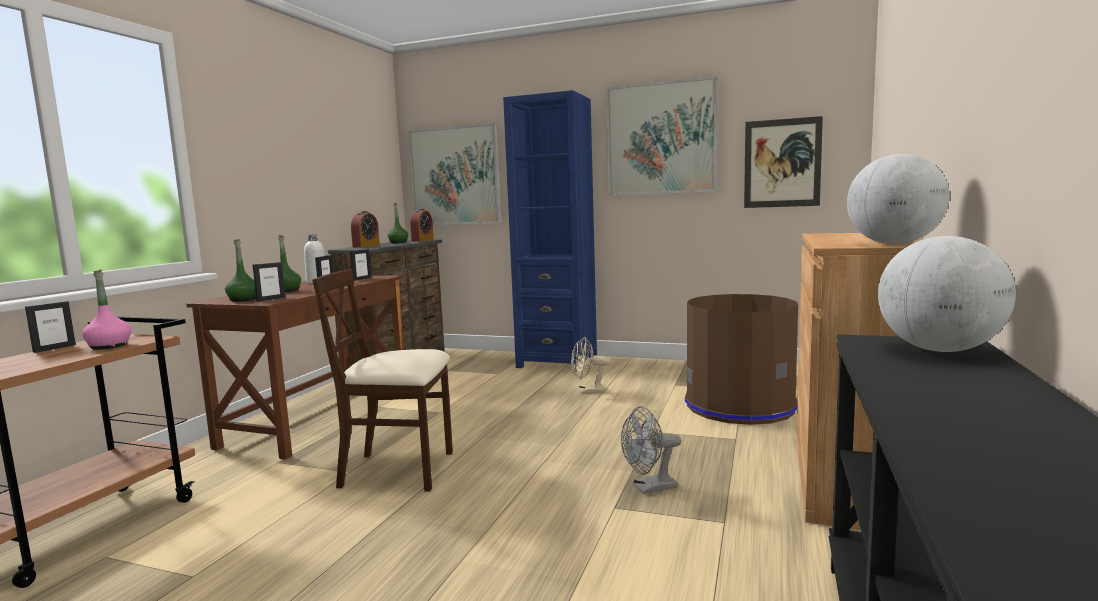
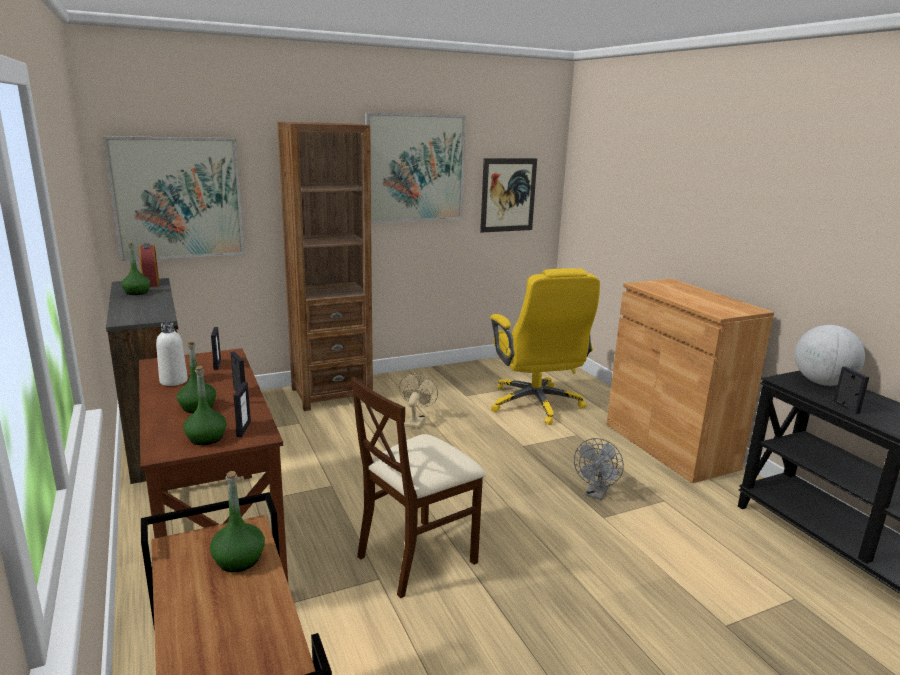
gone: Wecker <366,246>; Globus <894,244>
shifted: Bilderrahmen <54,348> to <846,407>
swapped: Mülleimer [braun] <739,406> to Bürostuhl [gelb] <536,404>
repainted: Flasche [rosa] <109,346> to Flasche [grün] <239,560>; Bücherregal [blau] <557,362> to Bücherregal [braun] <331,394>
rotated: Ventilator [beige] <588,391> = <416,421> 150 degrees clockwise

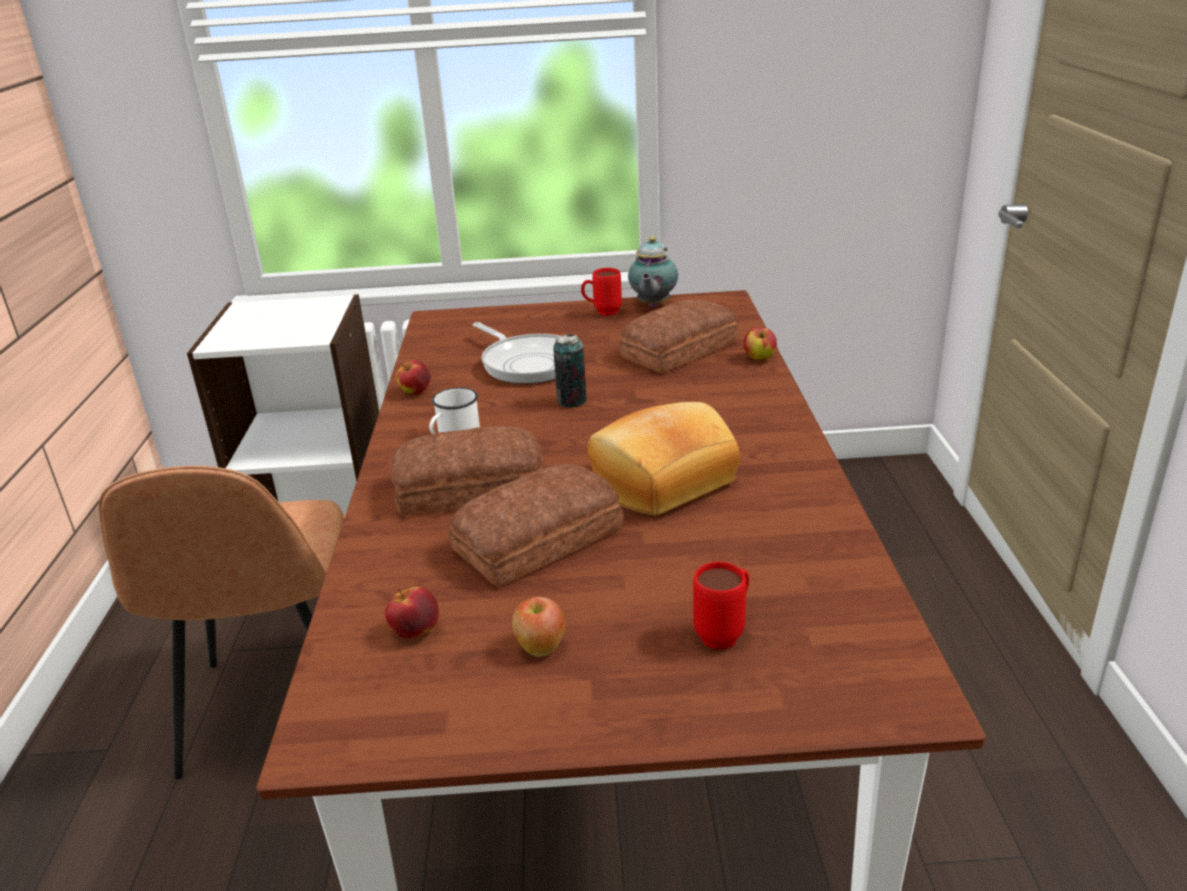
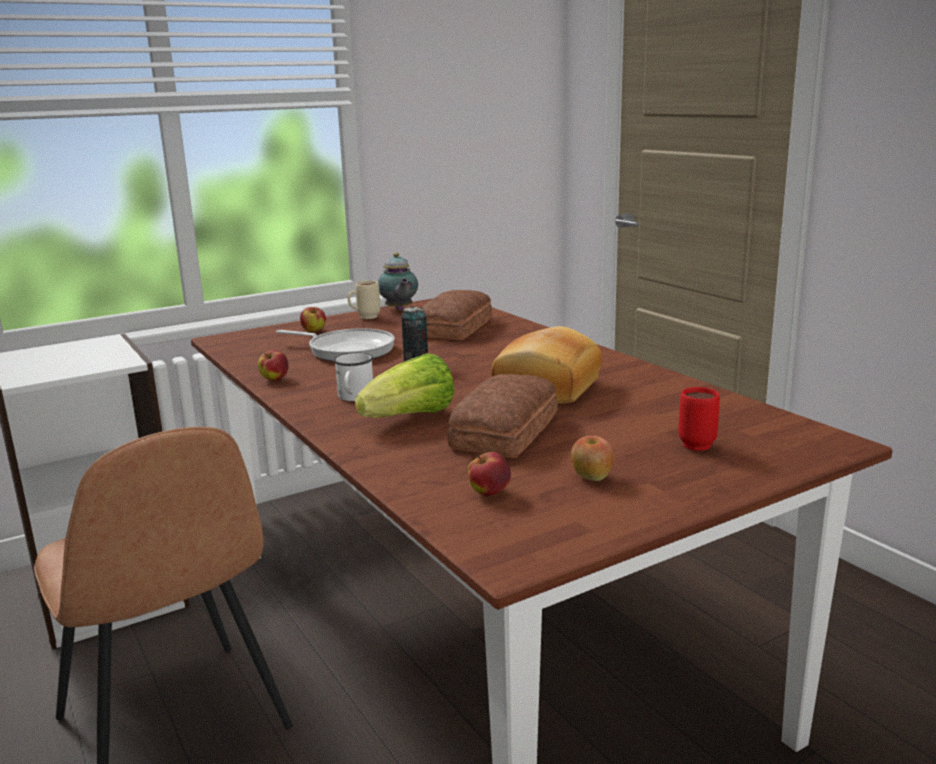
shifted: Apfel <759,358> to <314,331>
swapped: Brot <472,488> to Salatkopf <411,418>
repainted: Henkelbecher [rot] <602,312> to Henkelbecher [beige] <364,318>

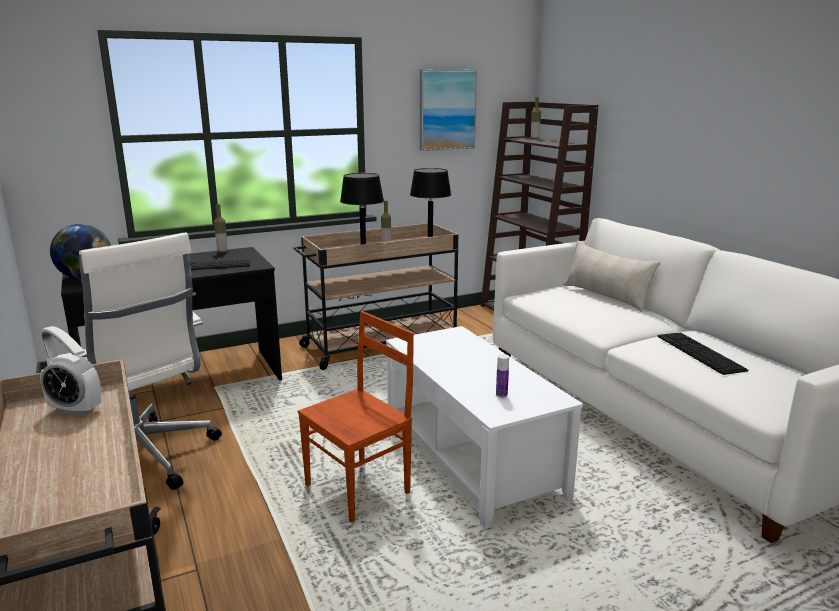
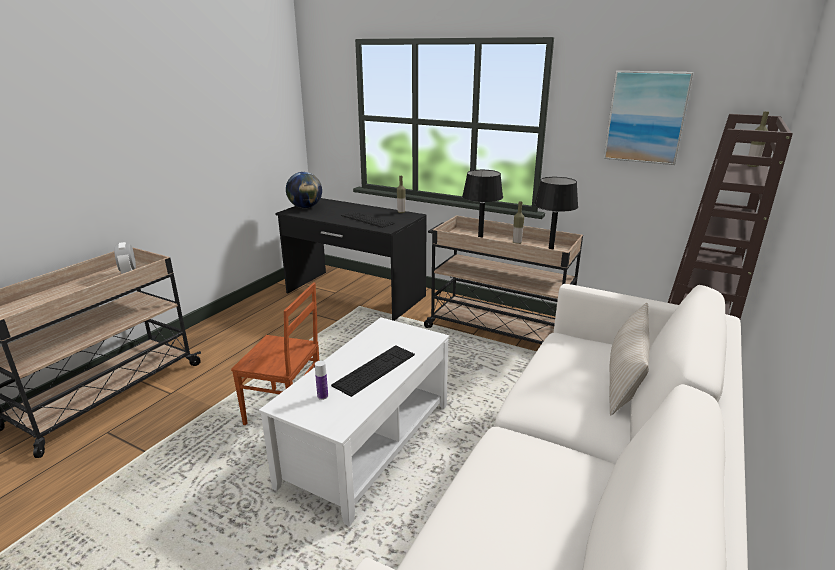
gone: Bürostuhl [weiß] <141,460>
shifted: Tastatur <699,352> to <375,369>

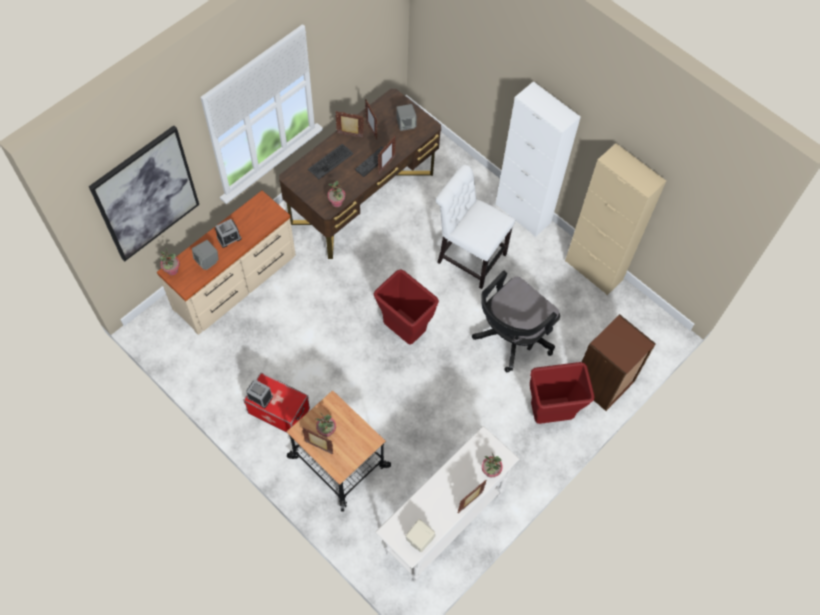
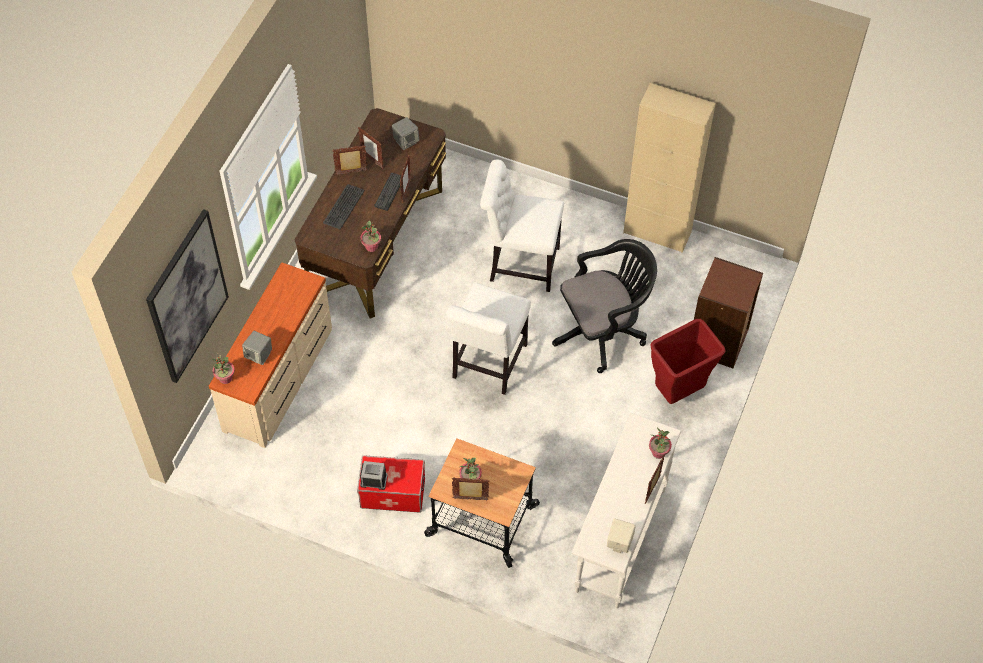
gone: Wecker <229,238>; Schrank [weiß] <523,213>
swapped: Mülleimer [rot] <403,331> to Stuhl [weiß] <487,364>
rotated: Bürostuhl [schwarz] <510,338> = <603,331> 135 degrees counterclockwise

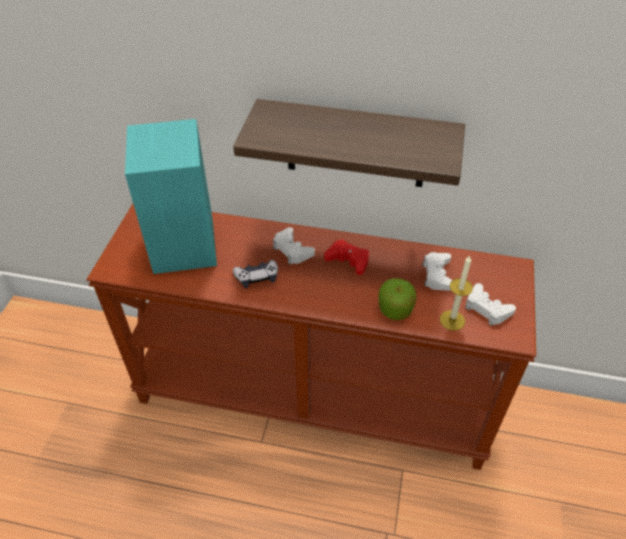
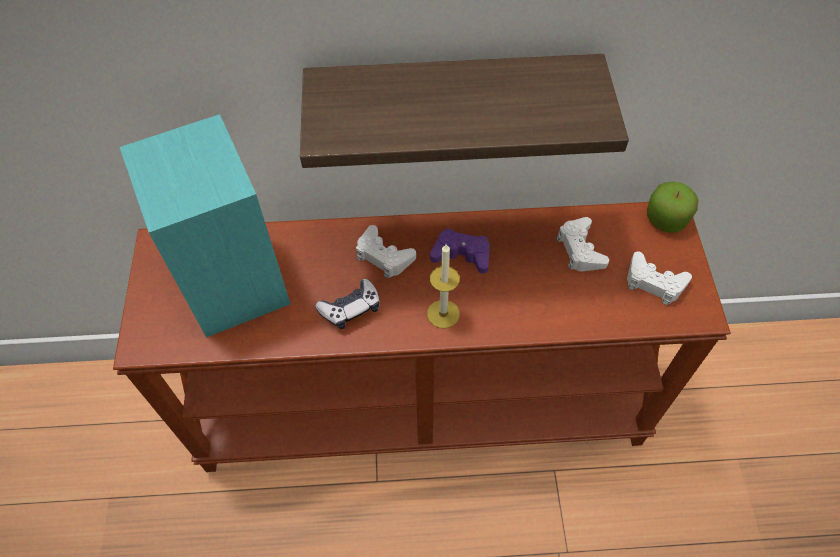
shifted: Kerze <452,320> to <443,314>; Apfel <395,309> to <666,219>
repainted: Gamepad [rot] <348,260> to Gamepad [lila] <461,255>

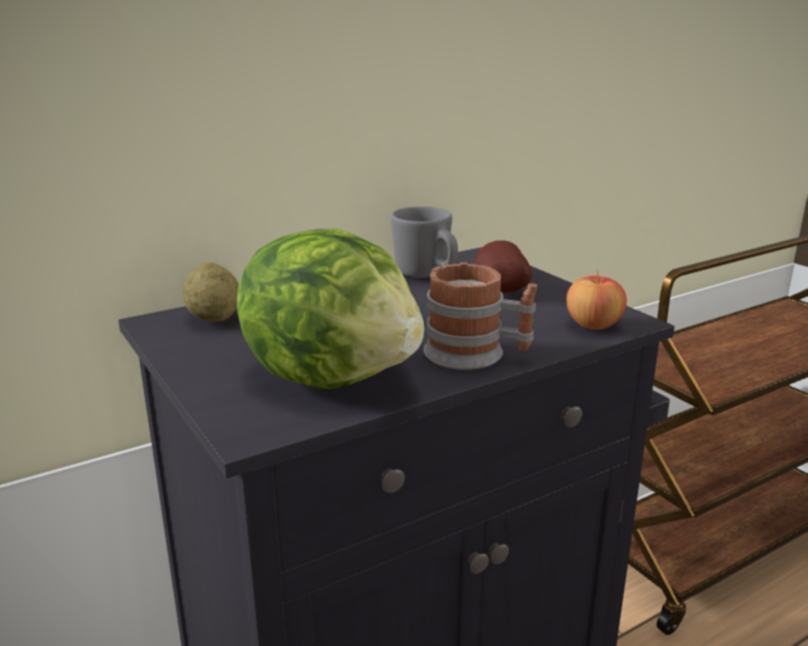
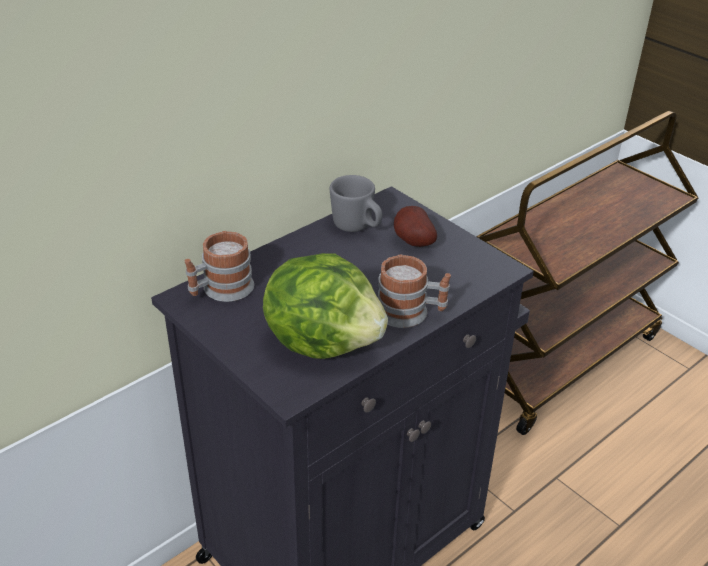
gone: Apfel <593,325>
swapped: Kartoffel <214,318> to Henkelbecher <220,290>

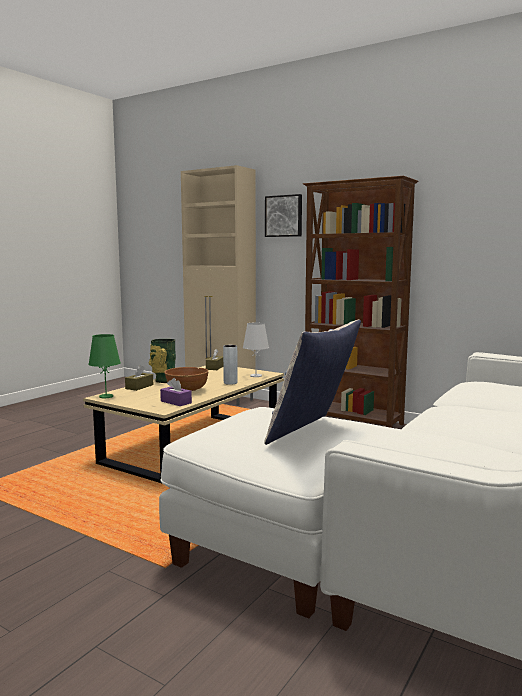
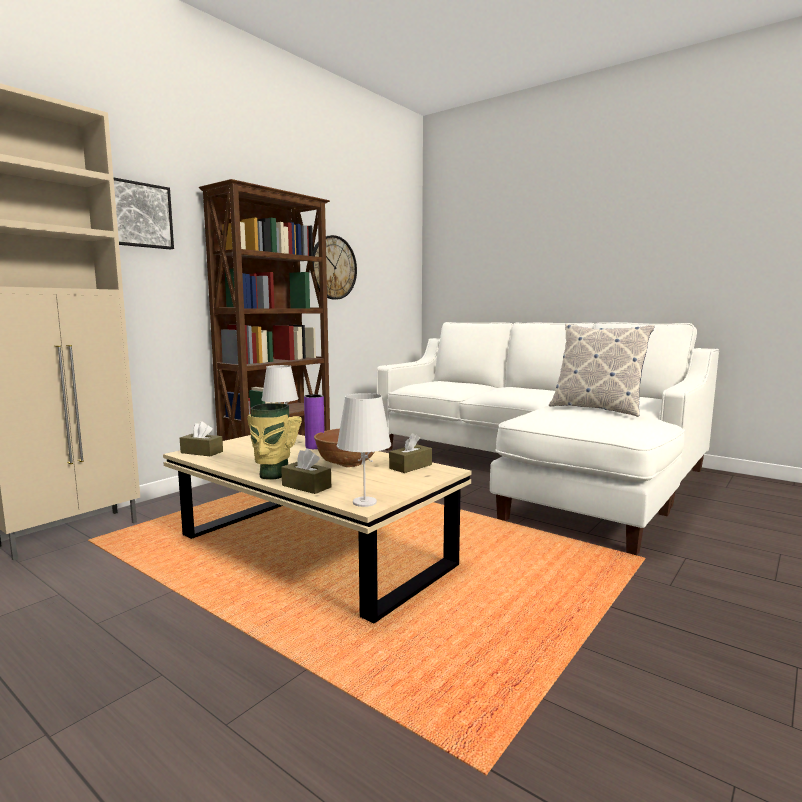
new: Wanduhr <333,267>
repainted: Vase [grau] <230,383> to Vase [lila] <315,447>; Tischlampe [grün] <106,396> to Tischlampe [weiß] <364,502>; Taschentuchbox [lila] <176,402> to Taschentuchbox [braun] <410,466>

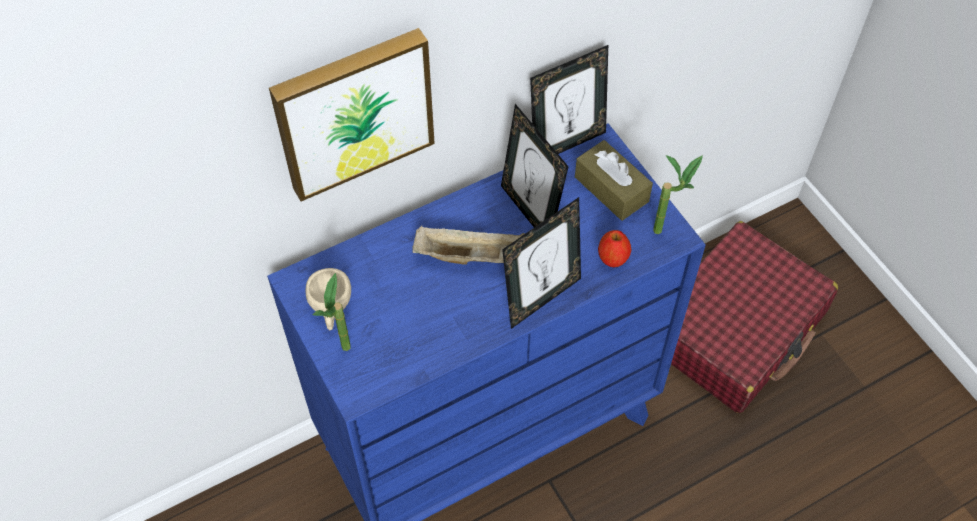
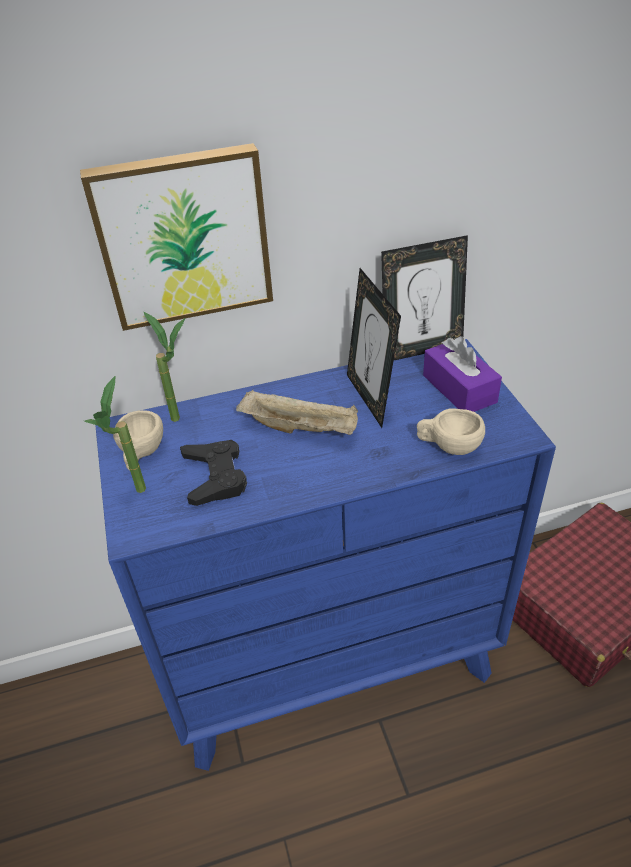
gone: Bilderrahmen <541,298>
new: Gamepad [schwarz] <215,476>
shifted: Topfpflanze <666,230> to <184,419>
swapped: Apfel <612,258> to Tasse [beige] <448,446>
repainted: Taschentuchbox [braun] <611,189> to Taschentuchbox [lila] <459,389>

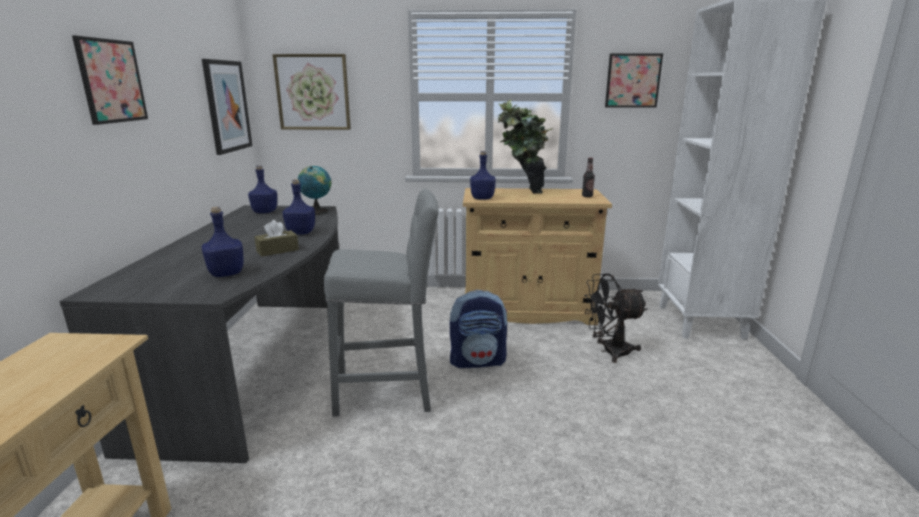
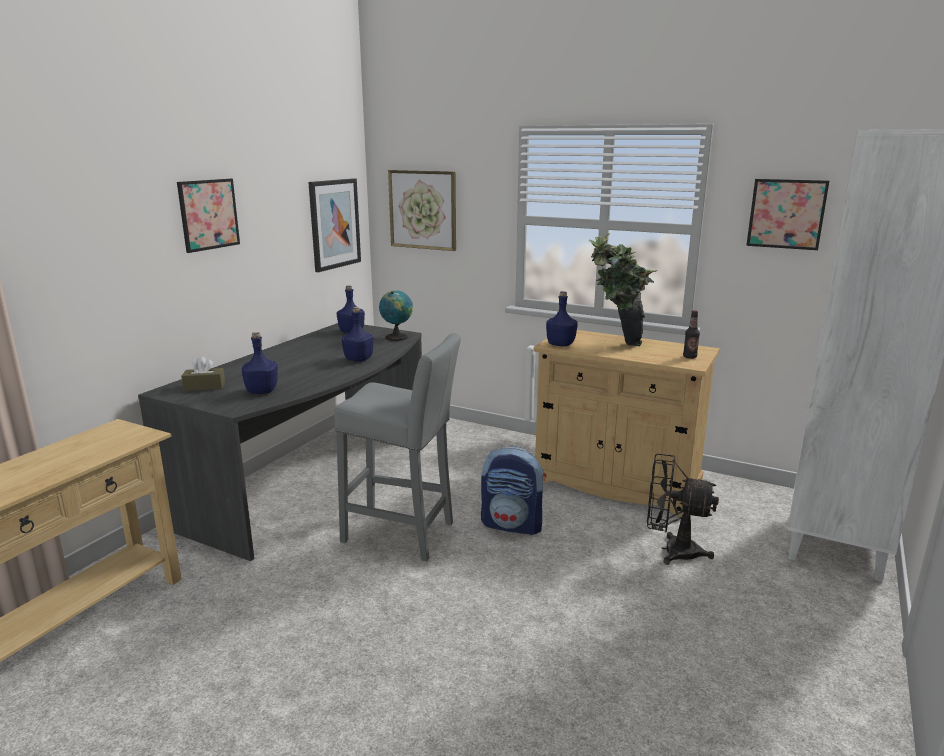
shifted: Taschentuchbox [braun] <277,250> to <204,386>

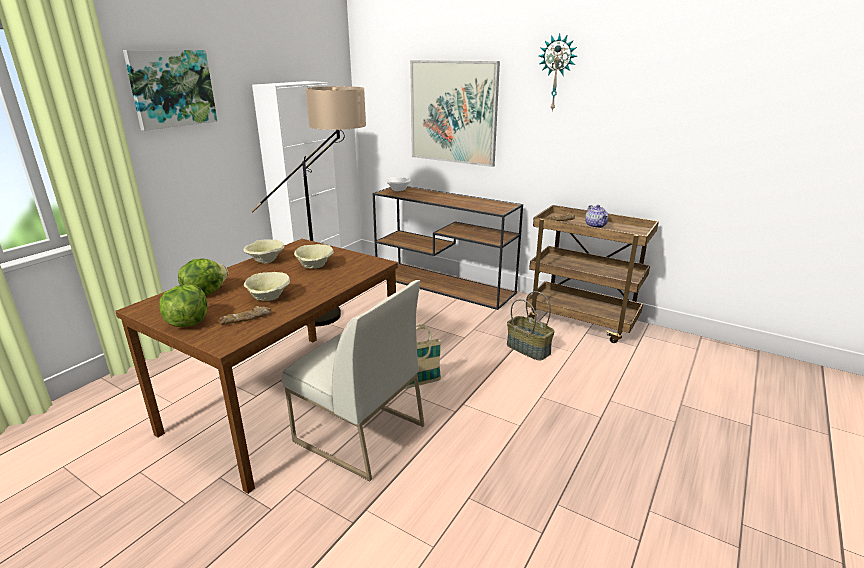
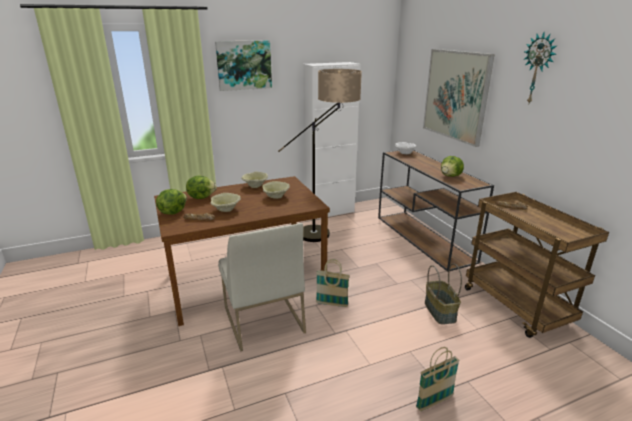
gone: Teekanne <596,226>
new: Korb <434,402>; Salatkopf <450,176>

